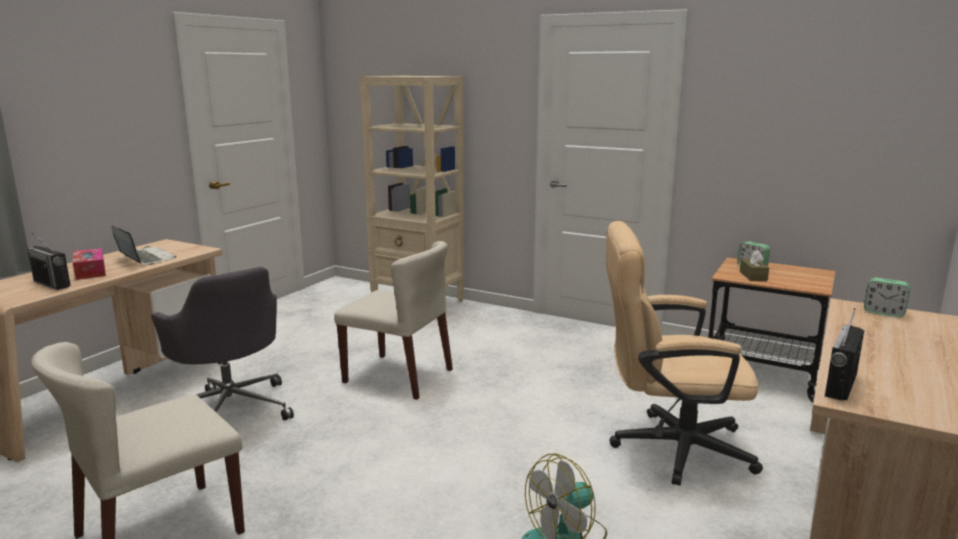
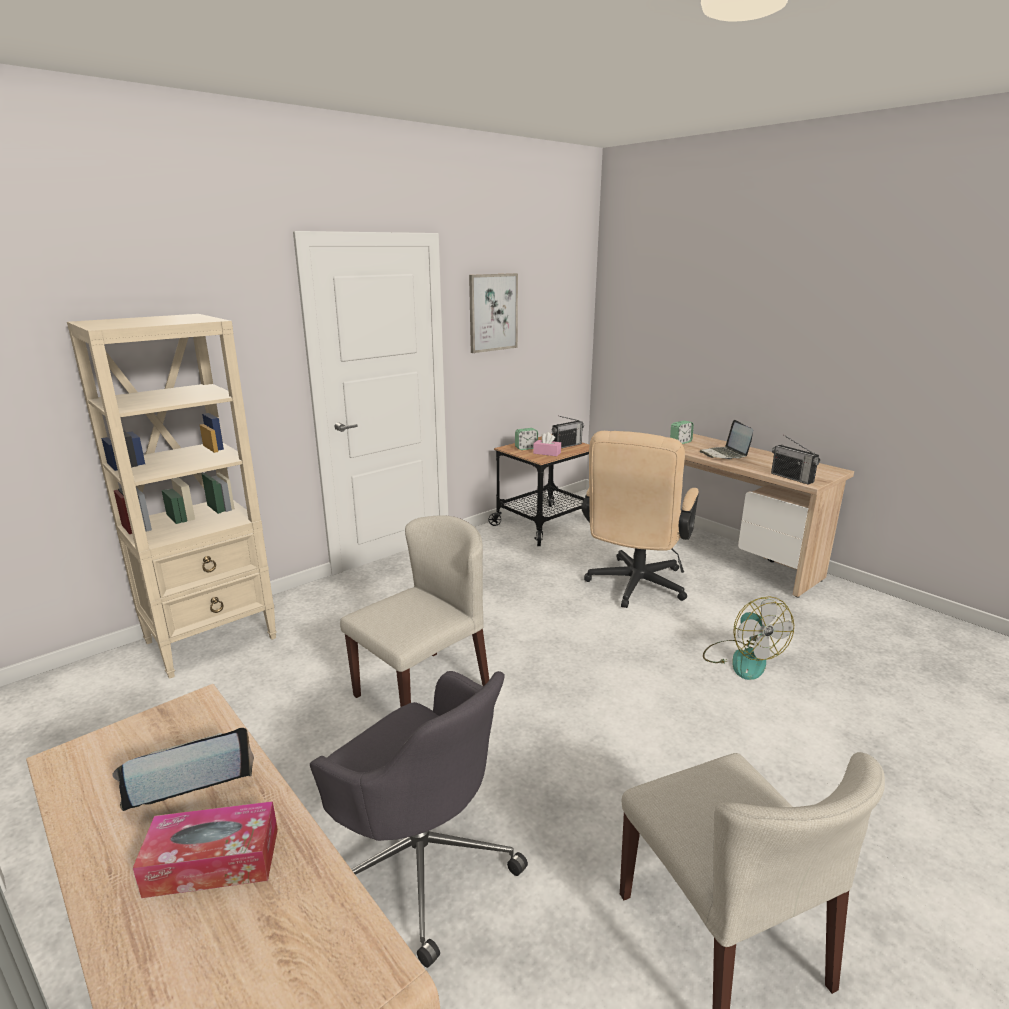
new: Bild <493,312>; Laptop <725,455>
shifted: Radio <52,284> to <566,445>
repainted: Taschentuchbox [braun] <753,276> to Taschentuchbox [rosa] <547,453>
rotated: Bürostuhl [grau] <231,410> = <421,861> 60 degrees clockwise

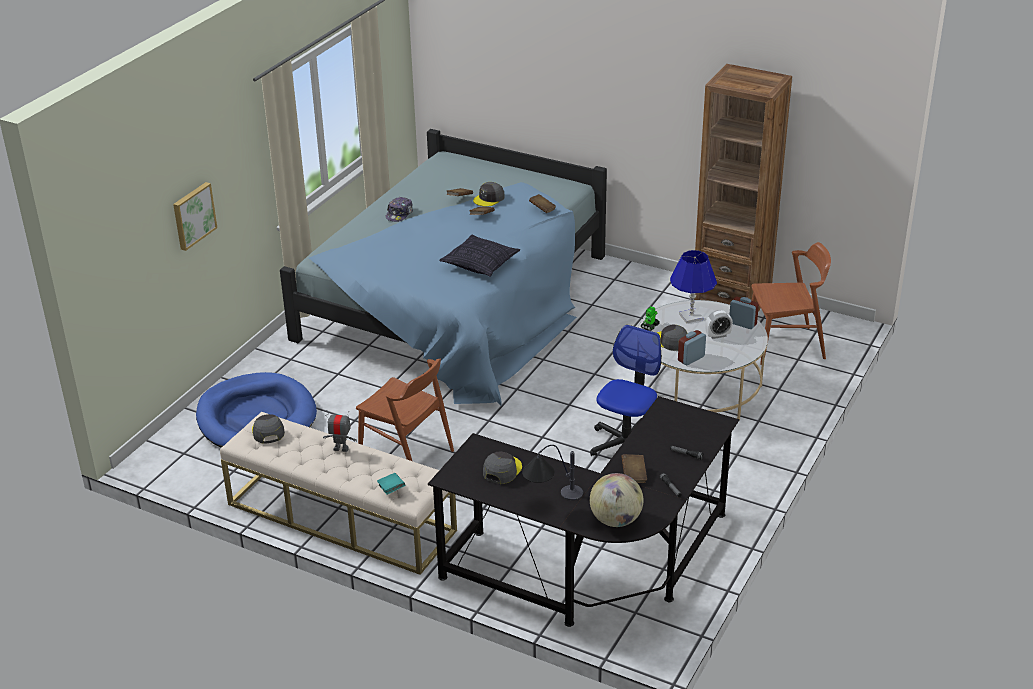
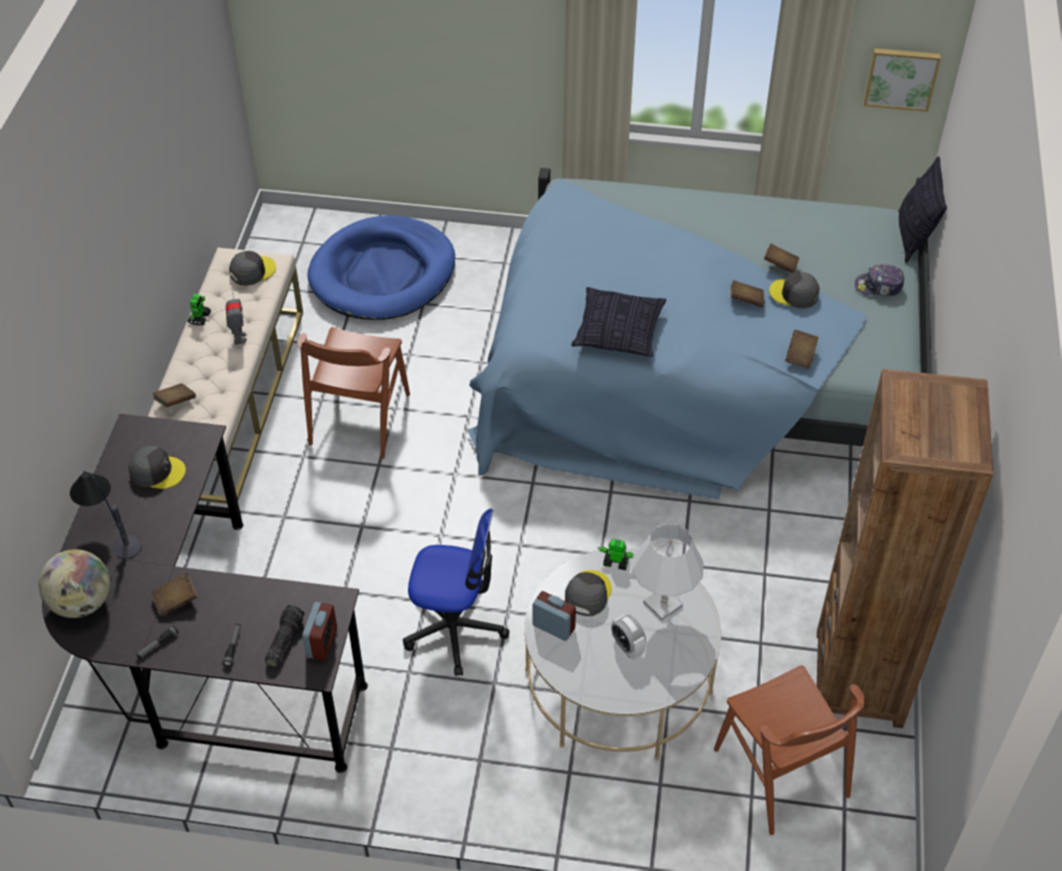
new: Spielzeugroboter <200,317>; Taschenlampe <283,640>; Kissen <913,237>
shifted: Wecker <742,323> to <322,643>; Kappe <399,214> to <879,286>; Bild <193,215> to <901,77>
repainted: Buch [türkis] <391,489> to Buch [braun] <175,402>; Tischlampe [blau] <691,317> to Tischlampe [weiß] <663,604>

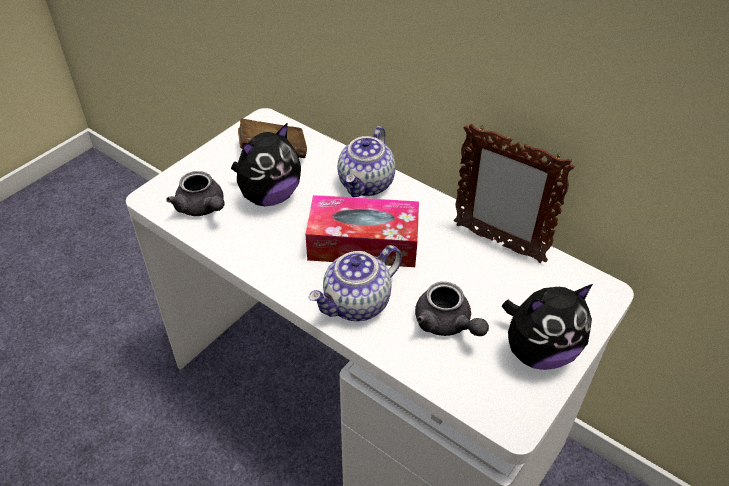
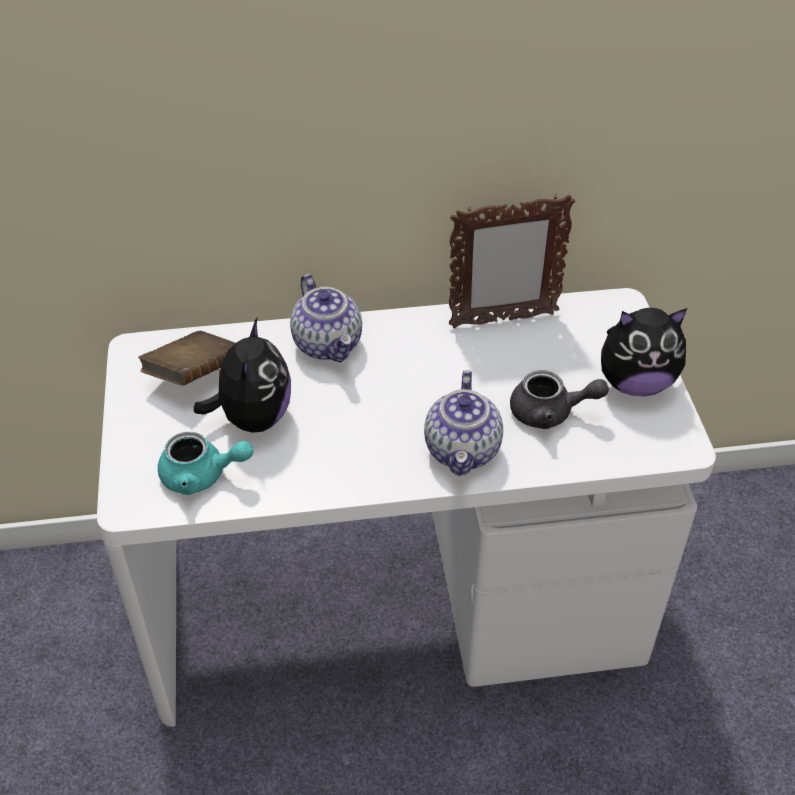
gone: Taschentuchbox <363,243>
repainted: Teekanne [grau] <202,208> to Teekanne [türkis] <202,476>
rotated: Plüschtier <538,351> = <635,383> 60 degrees clockwise

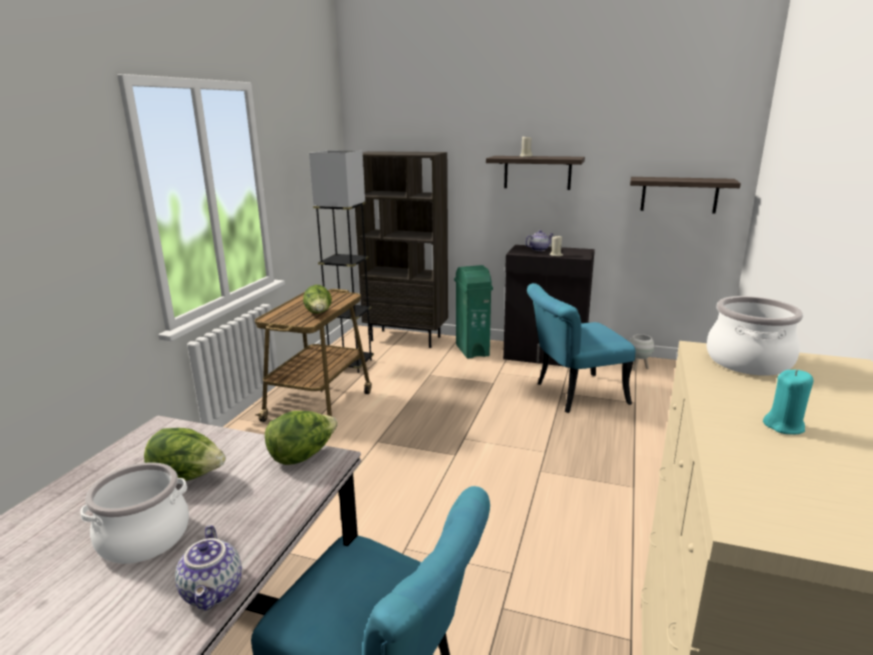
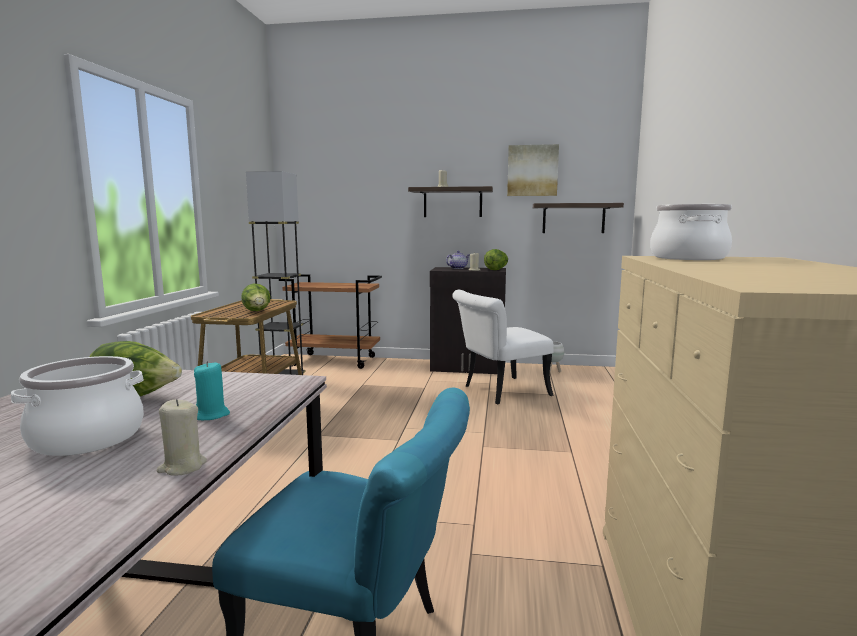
gone: Mülleimer [grün] <472,350>
new: Bild <532,170>
shifted: Kerze [türkis] <784,426> to <212,415>; Salatkopf <302,456> to <496,270>
swapped: Teekanne <214,591> to Kerze [beige] <182,467>; Bücherregal [braun] <406,338> to Rollwagen [braun] <335,361>
repainted: Stuhl [türkis] <572,394> to Stuhl [weiß] <499,392>

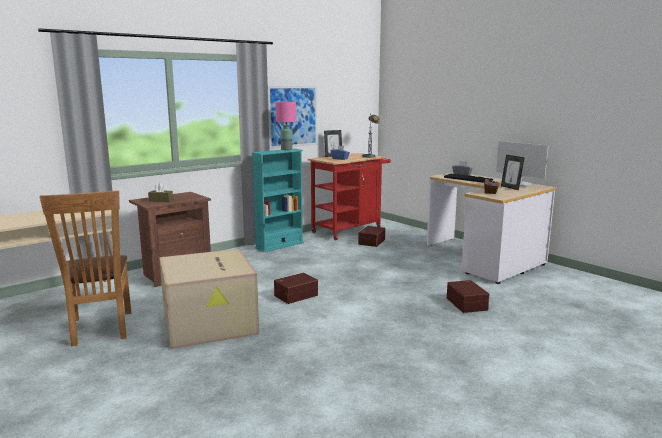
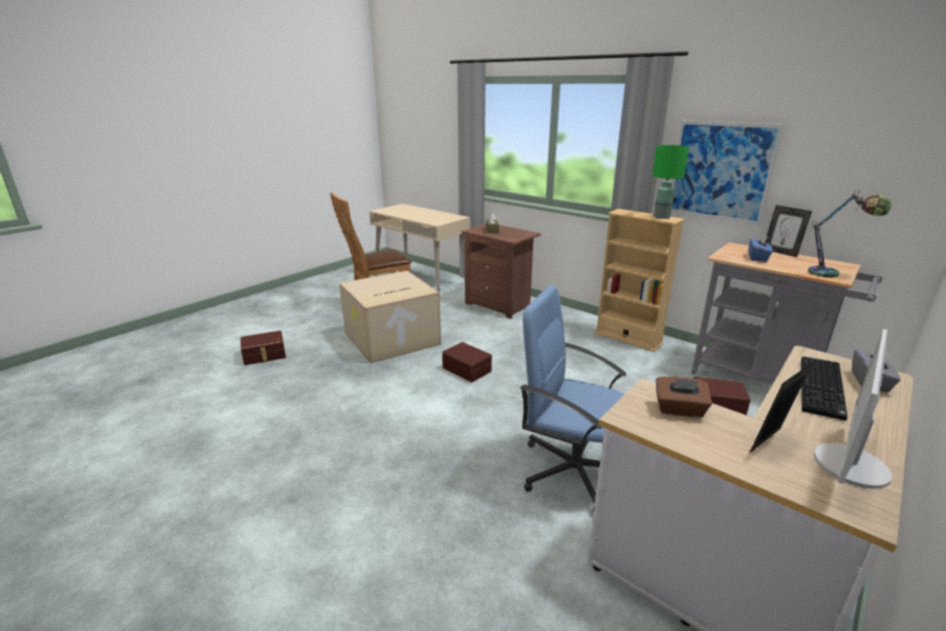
new: Bürostuhl [blau] <572,470>
shifted: Aufbewahrungsbox [braun] <467,303> to <264,355>
repainted: Bücherregal [türkis] <279,245> to Bücherregal [beige] <628,338>; Tischlampe [rosa] <286,149> to Tischlampe [grün] <661,217>; Rollwagen [rot] <349,230> to Rollwagen [grau] <761,380>

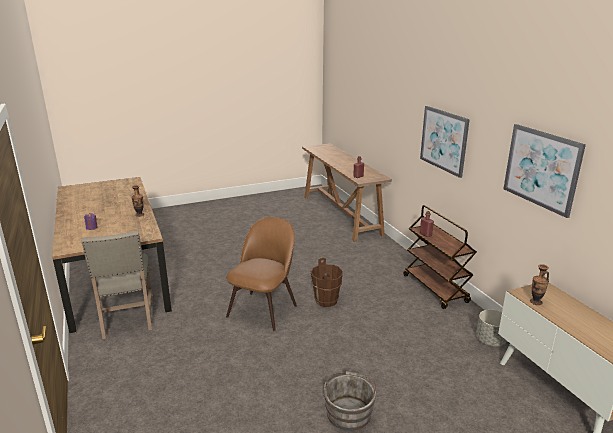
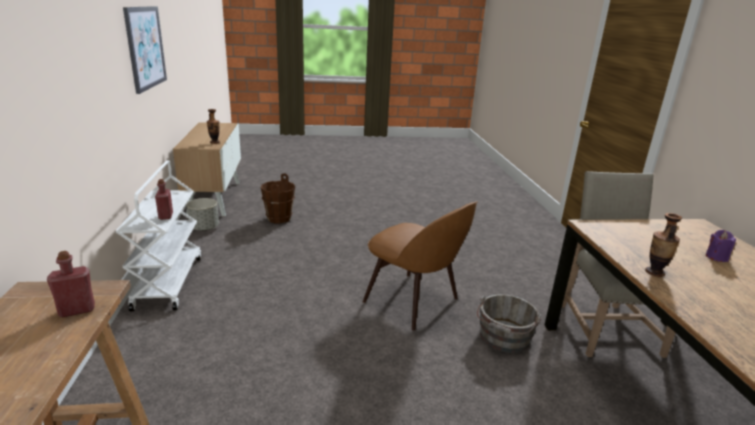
gone: Bild <444,140>
shifted: Eimer [braun] <326,301> to <278,218>; Eimer [grau] <349,411> to <503,338>
repainted: Rollwagen [braun] <435,289> to Rollwagen [weiß] <168,281>
rotated: Stuhl [braun] <263,309> = <414,302> 90 degrees counterclockwise

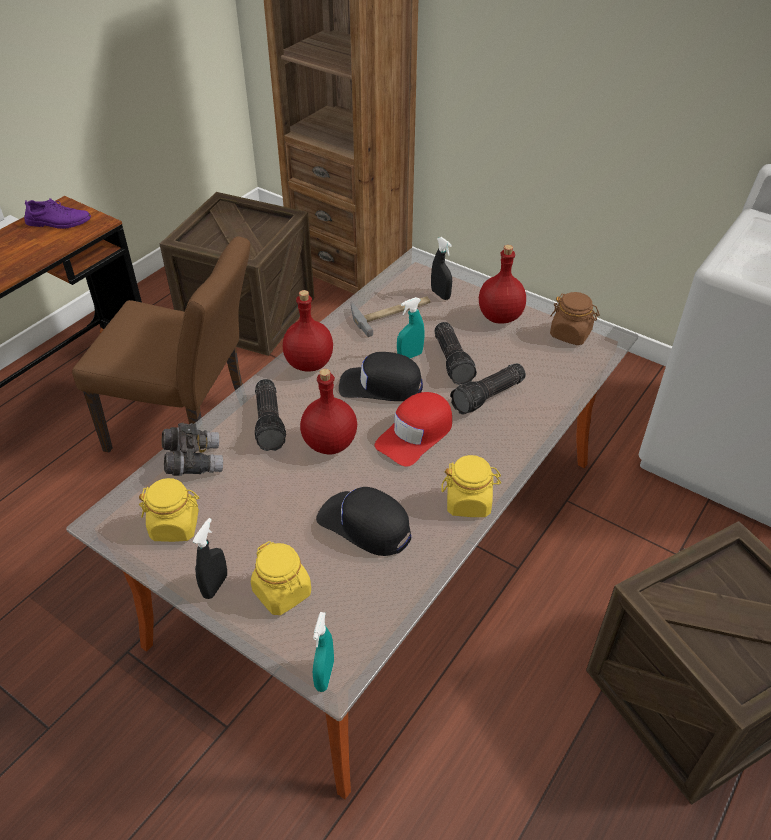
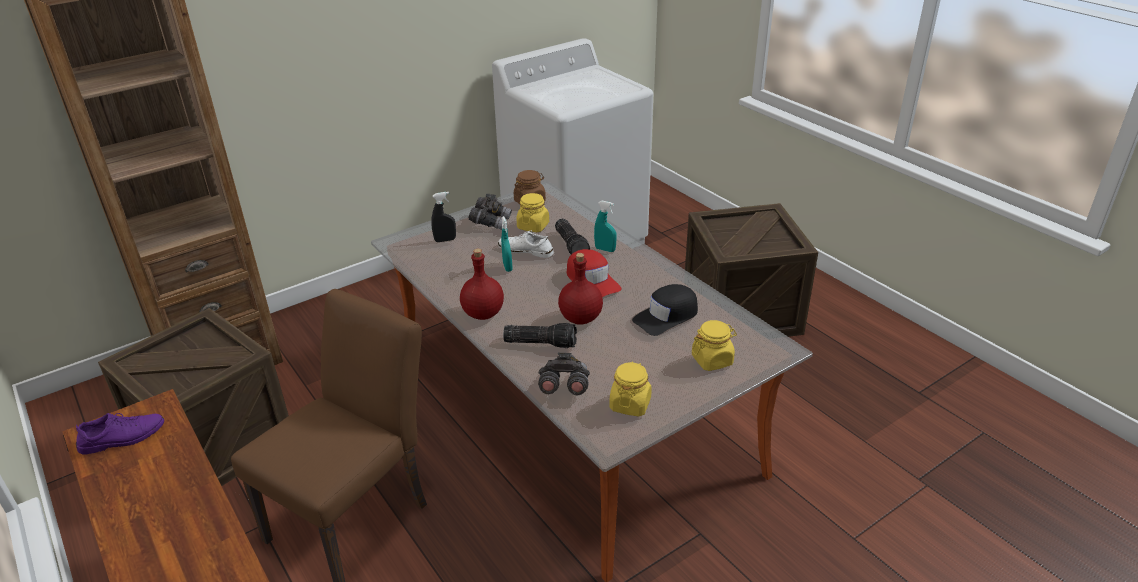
gone: Sprühflasche [schwarz] <215,586>; Kappe [schwarz] <380,385>; Hammer <391,312>
shifted: Vorratsglas [gelb] <468,502> to <533,226>; Sprühflasche [türkis] <324,675> to <605,249>
swapped: Flasche [rot] <500,316> to Fernglas [grau] <490,222>; Taschenlampe <454,361> to Schuh [weiß] <526,250>
rotated: Schuh [lila] <58,222> = <122,438> 45 degrees clockwise

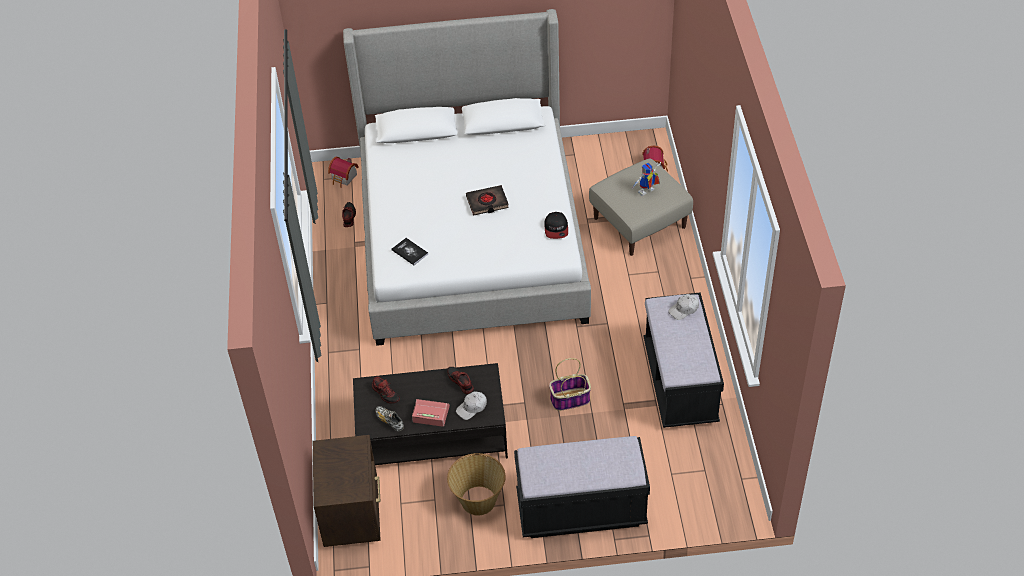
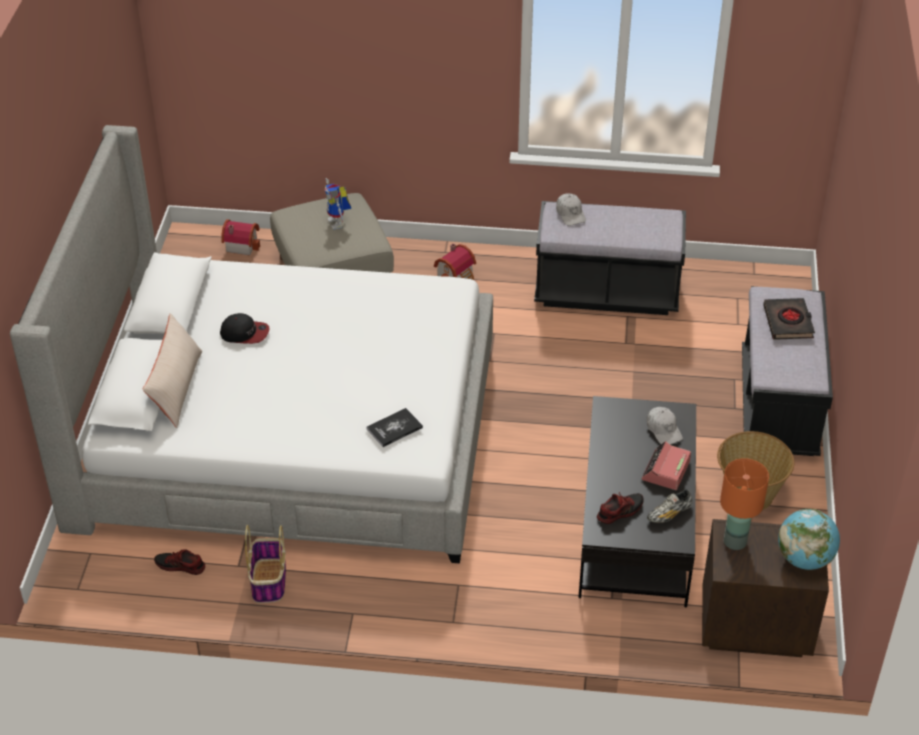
gone: Schuh <460,382>
new: Kissen [beige] <176,387>; Tischlampe [orange] <734,542>; Globus <804,559>
shifted: Kappe <556,228> to <245,333>; Korb <569,400> to <269,582>; Spielzeughaus <344,178> to <457,275>; Buch [schwarz] <487,202> to <788,322>

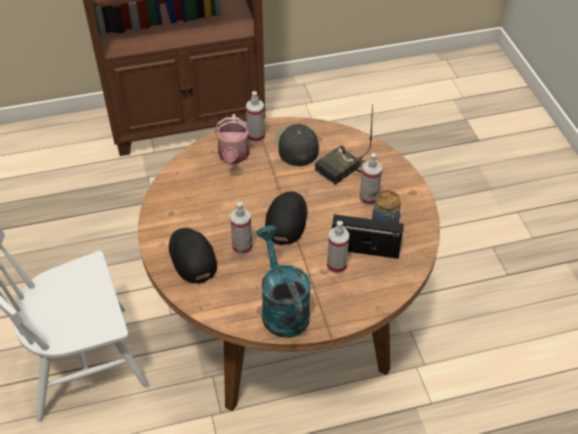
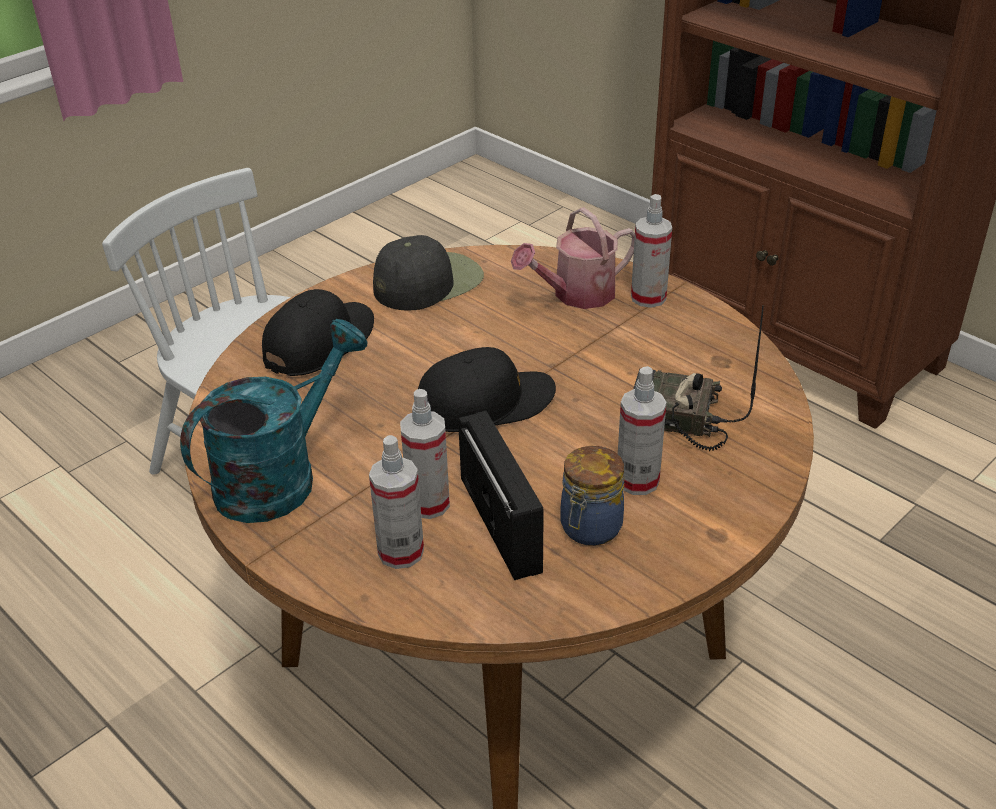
shifted: Sprühflasche <242,247> to <401,552>; Kappe [schwarz] <296,145> to <428,282>

